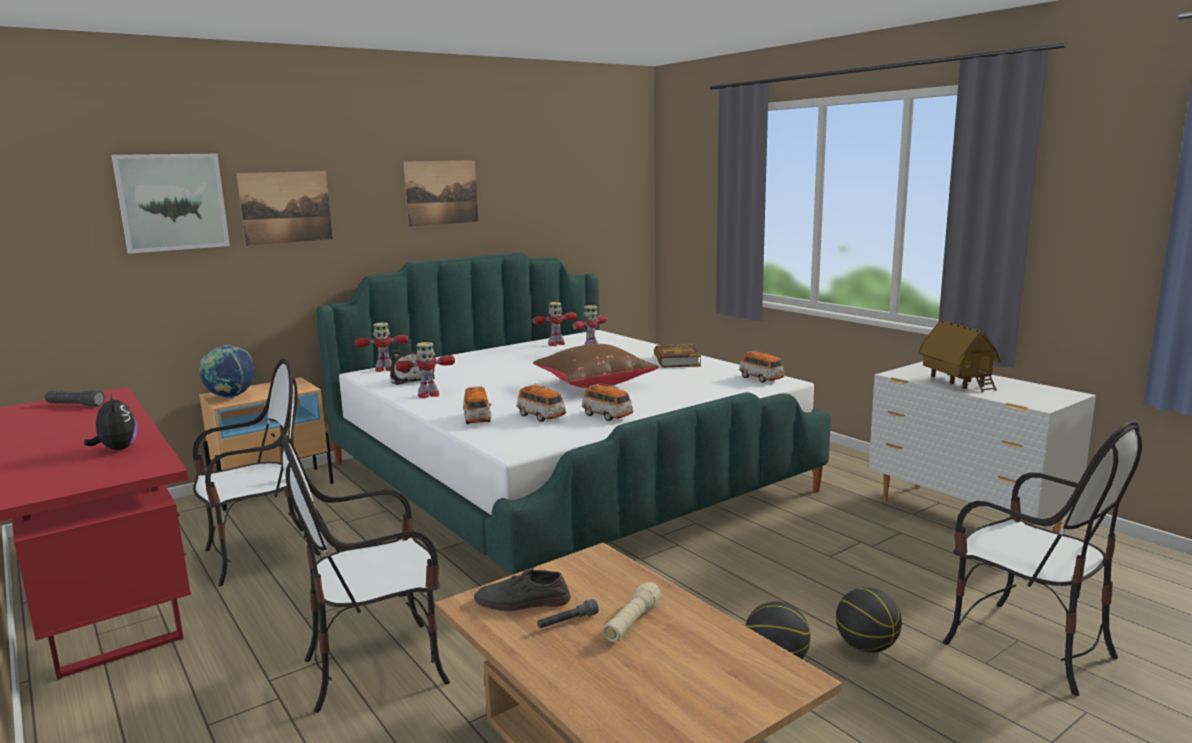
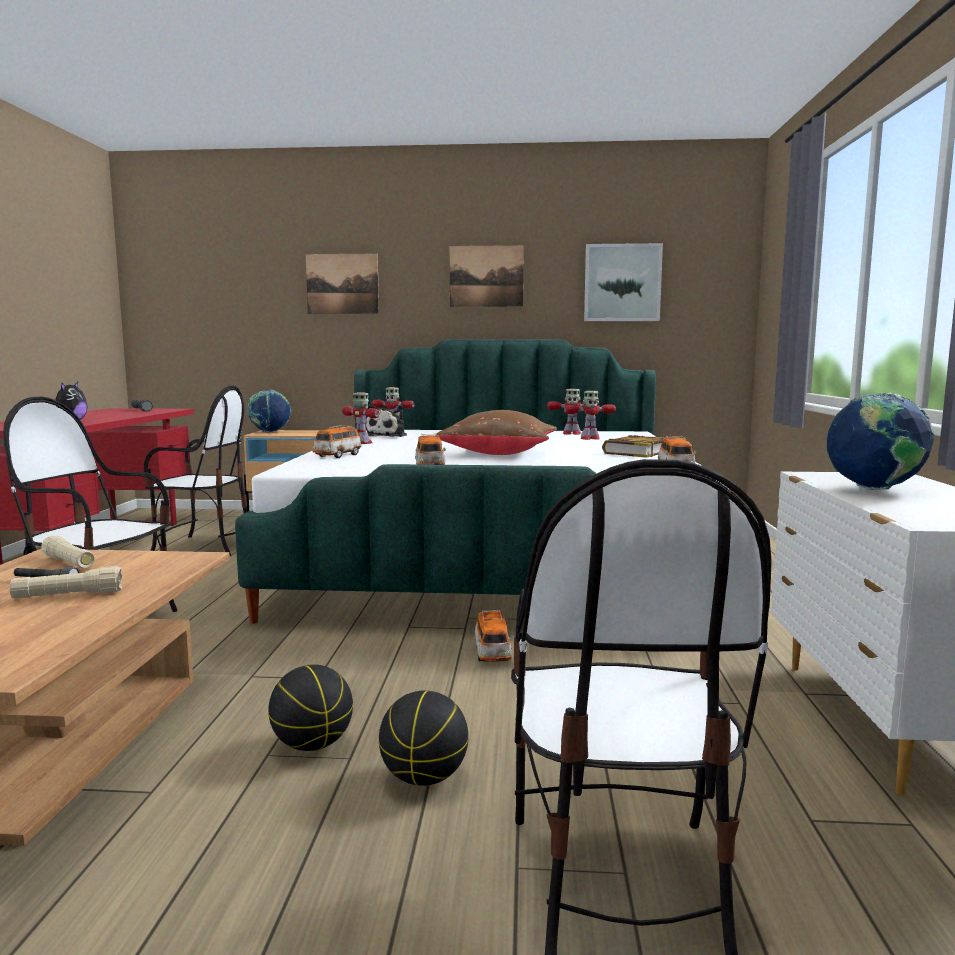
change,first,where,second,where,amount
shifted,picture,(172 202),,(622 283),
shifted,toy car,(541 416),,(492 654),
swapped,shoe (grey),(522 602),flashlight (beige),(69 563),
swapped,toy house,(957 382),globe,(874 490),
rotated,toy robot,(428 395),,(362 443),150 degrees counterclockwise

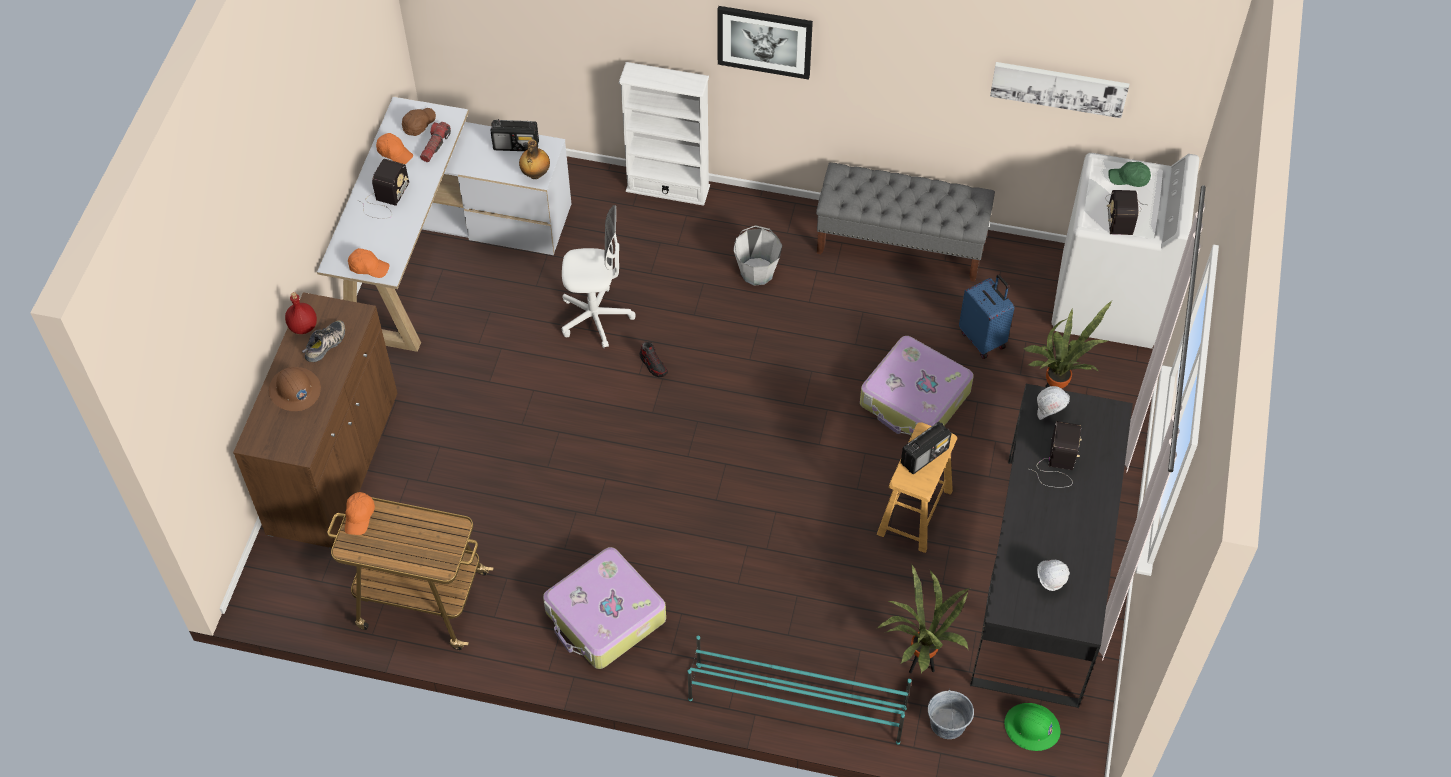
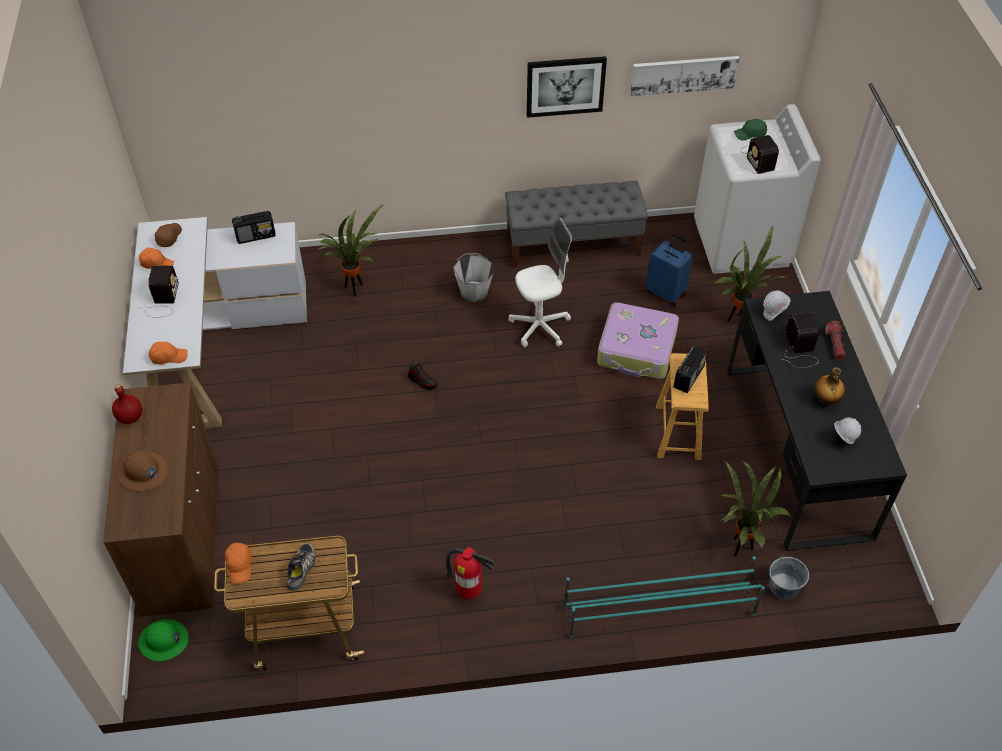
change,first,where,second,where,amount
gone,bookcase (white),(668 188),,,
new,,,potted plant,(355 289),
shifted,shoe,(326 345),,(302 569),
shifted,flashlight,(435 146),,(835 344),
shifted,bottle,(535 174),,(825 400),
shifted,office chair (white),(596 318),,(540 327),
shifted,picture,(764 41),,(565 86),
shifted,hard hat (green),(1032 728),,(163 641),
swapped,suitcase,(605 617),fire extinguisher,(469 591),

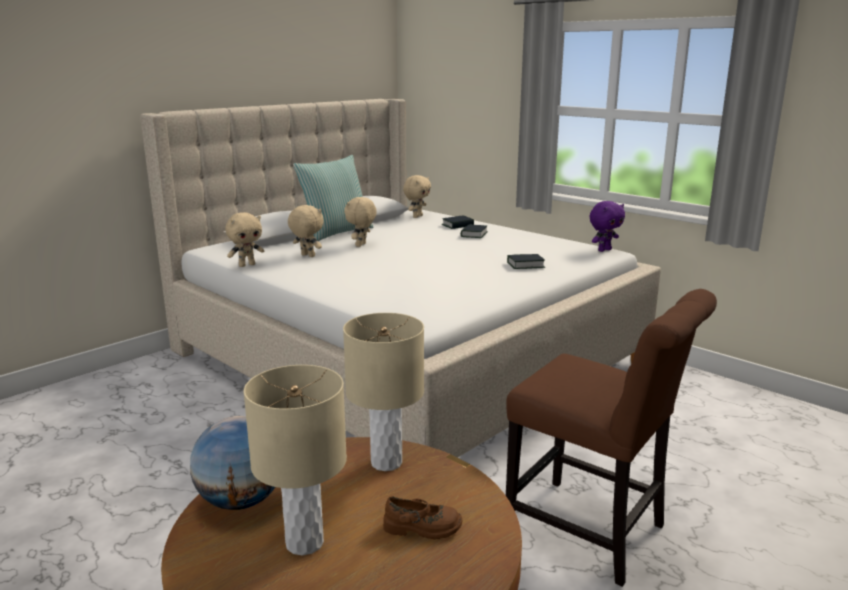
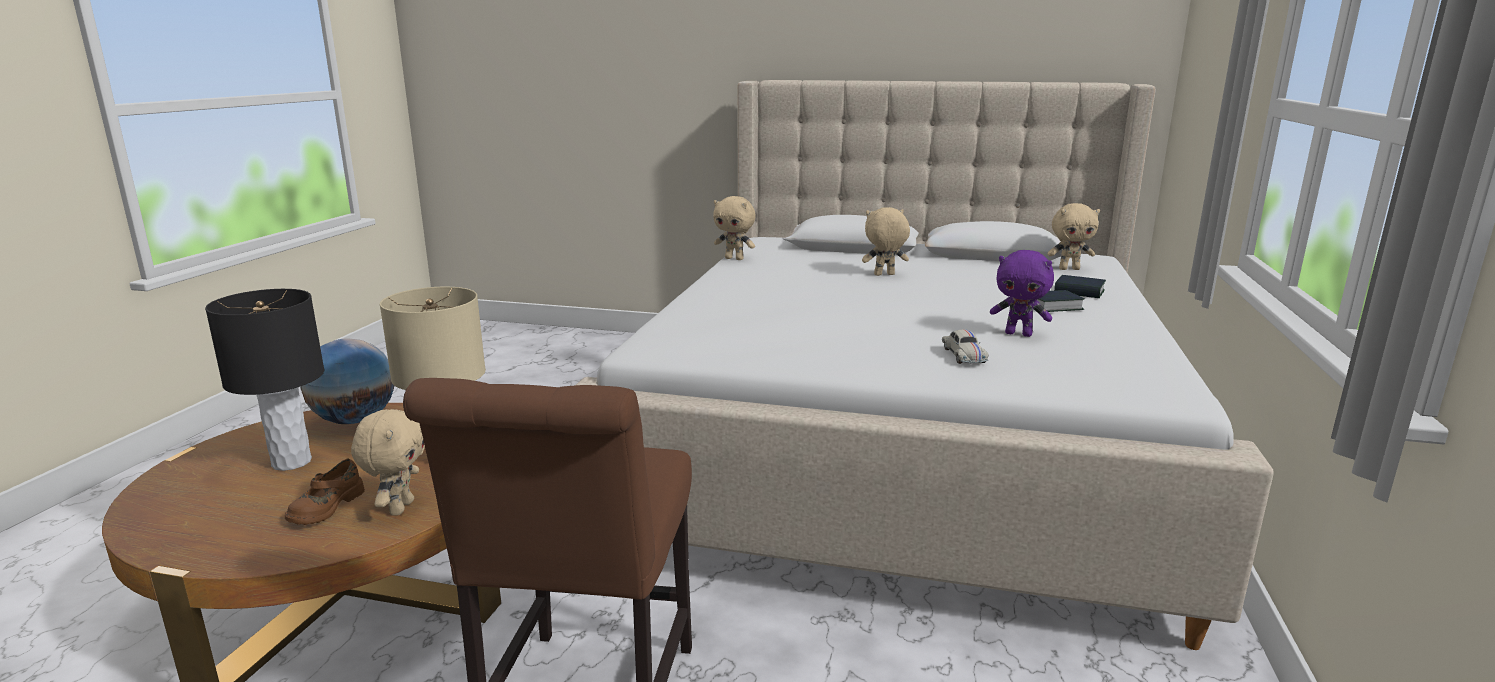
change,first,where,second,where,amount
gone,pillow,(336 233),,,
shifted,plush toy (beige),(307 256),,(400 507),
shifted,plush toy (purple),(604 250),,(1019 334),
swapped,book,(525 265),toy car (white),(964 356),
repainted,table lamp (beige),(304 542),table lamp (black),(292 462),
rotated,shoe (brown),(422 528),,(326 507),45 degrees clockwise

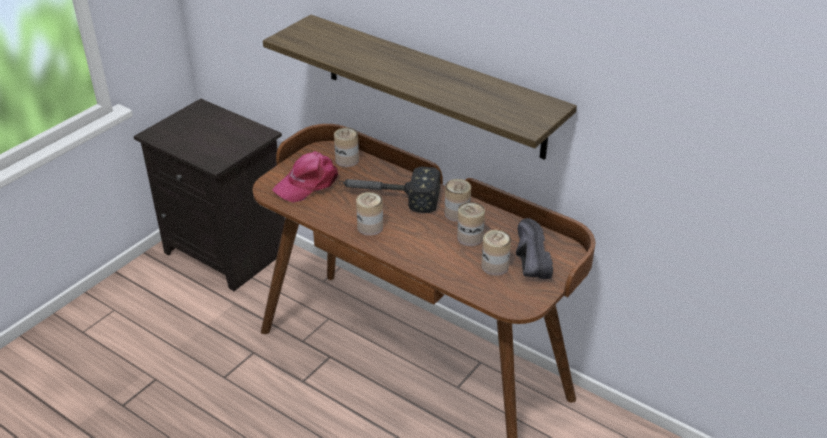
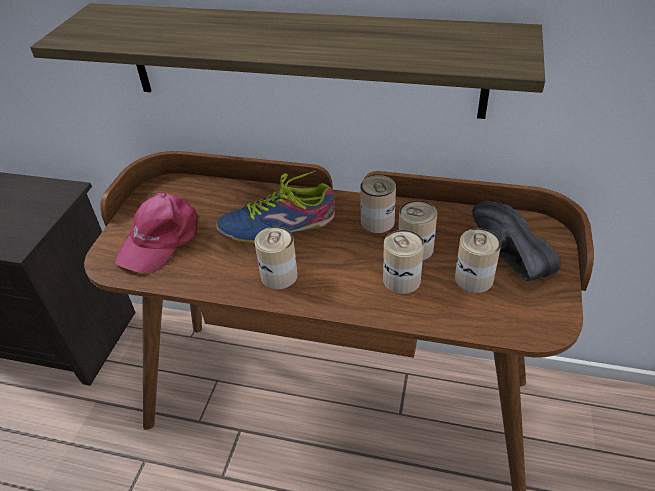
change,first,where,second,where,amount
shifted,can,(347 160),,(401 280),
swapped,hammer,(388 197),shoe,(278 226),

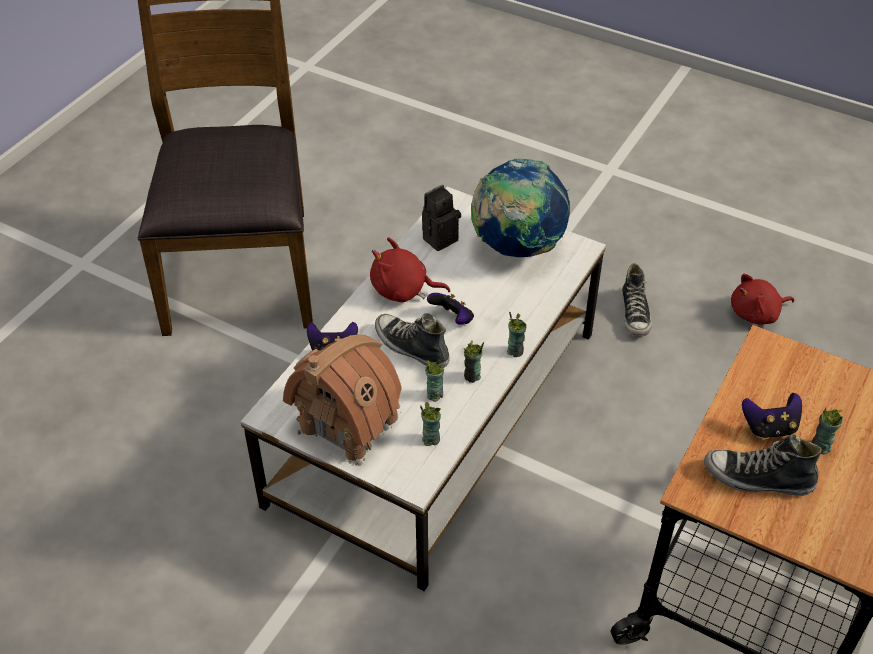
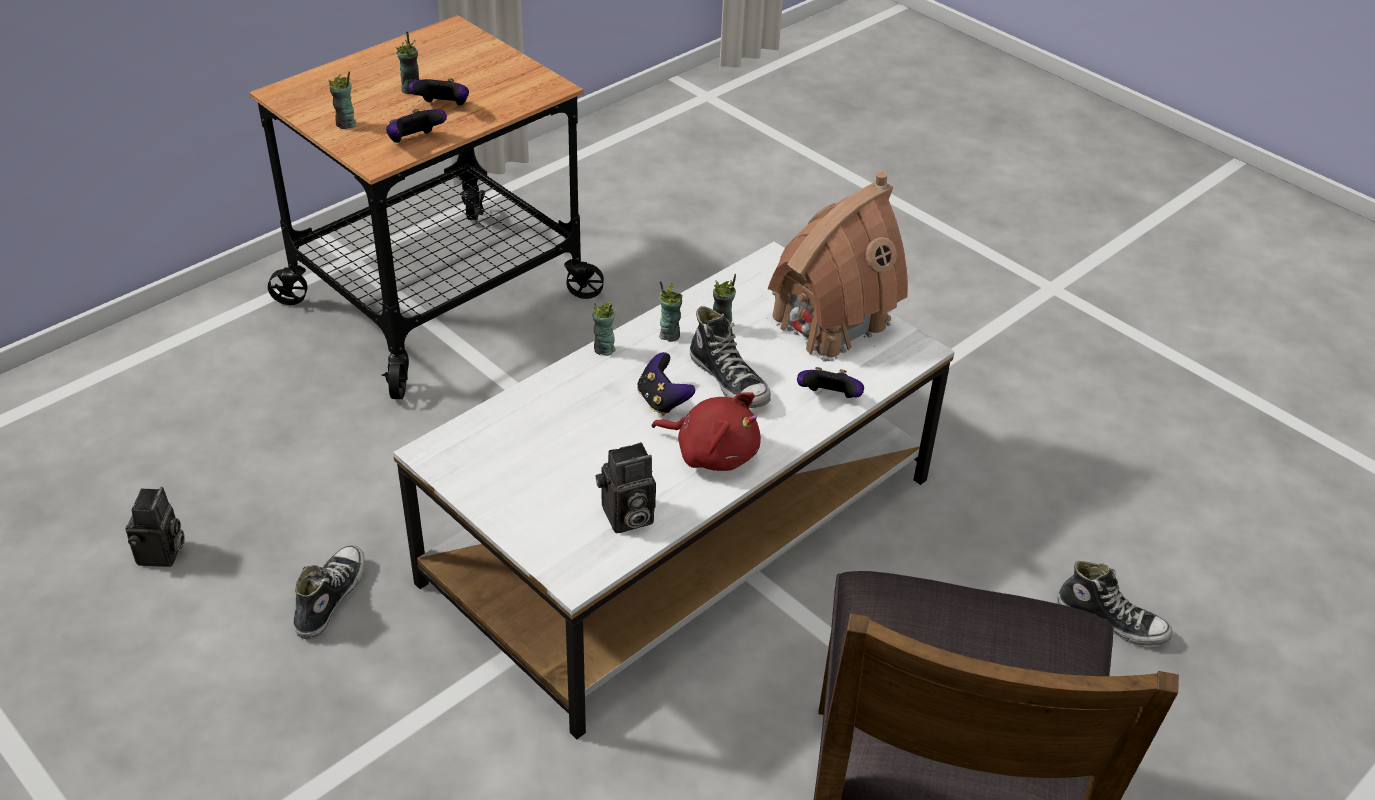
change,first,where,second,where,amount
gone,globe,(517 247),,,
new,,,game controller,(415 142),
shifted,cup,(431 439),,(345 124),
shifted,shoe,(758 479),,(1111 621),
swapped,plush toy (red),(756 314),photo camera,(162 555),

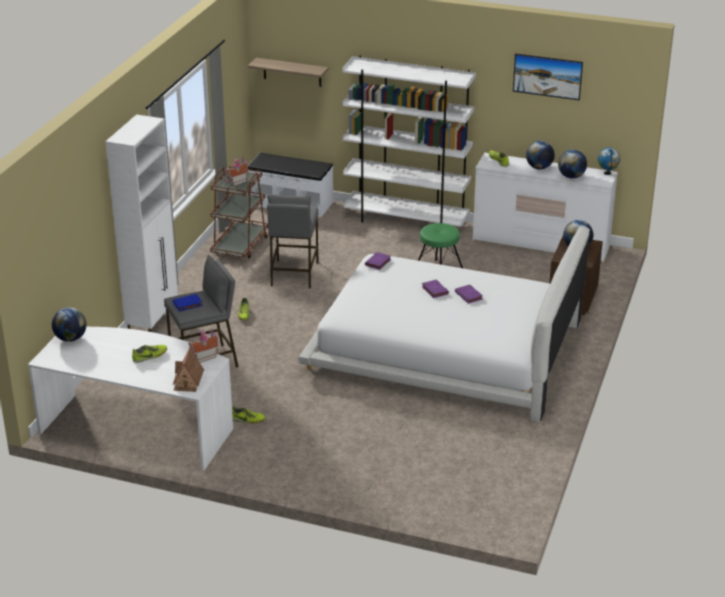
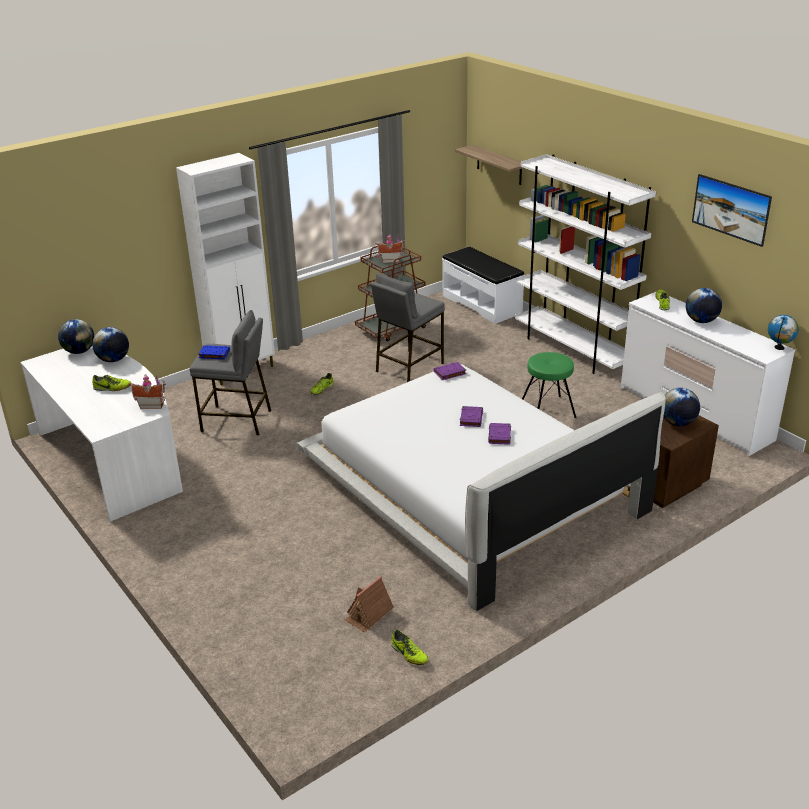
change,first,where,second,where,amount
shifted,toy house,(188 381),,(368 614),
shifted,shoe,(248 420),,(409 654),
shifted,globe,(571 176),,(113 360),

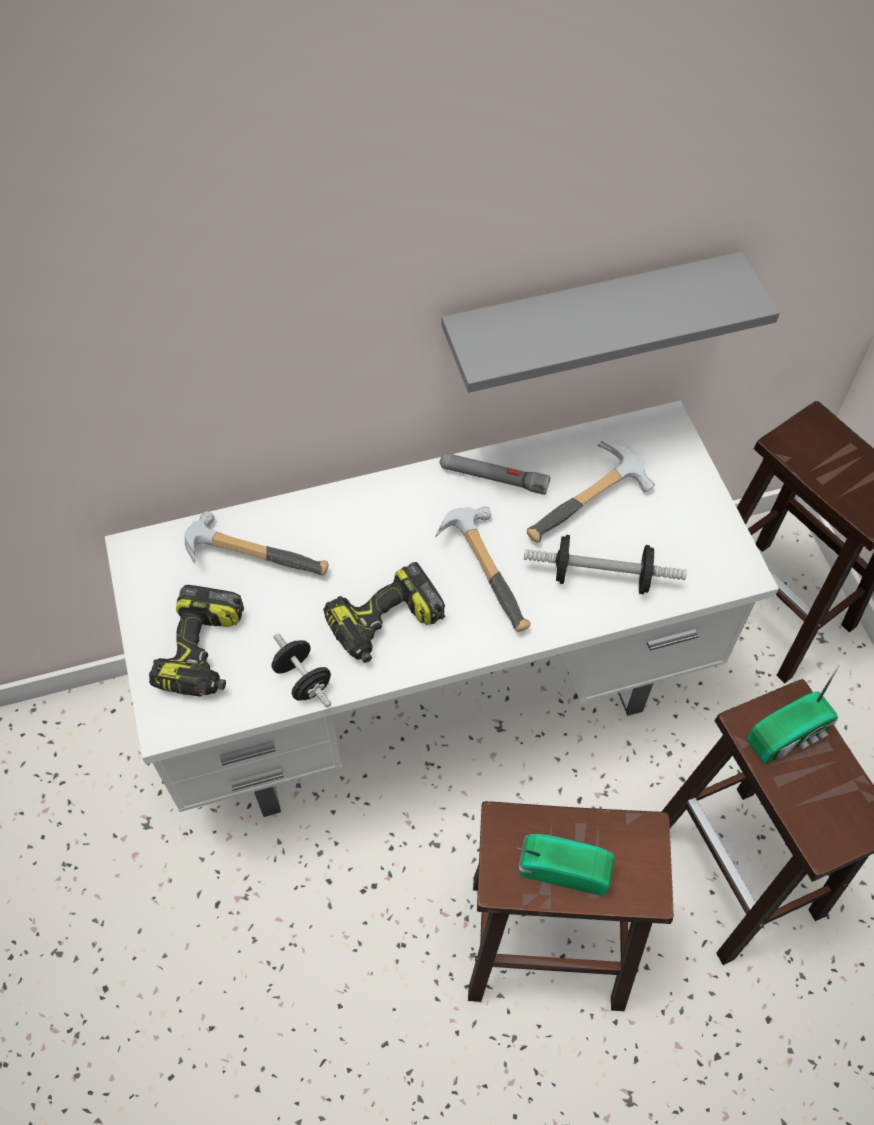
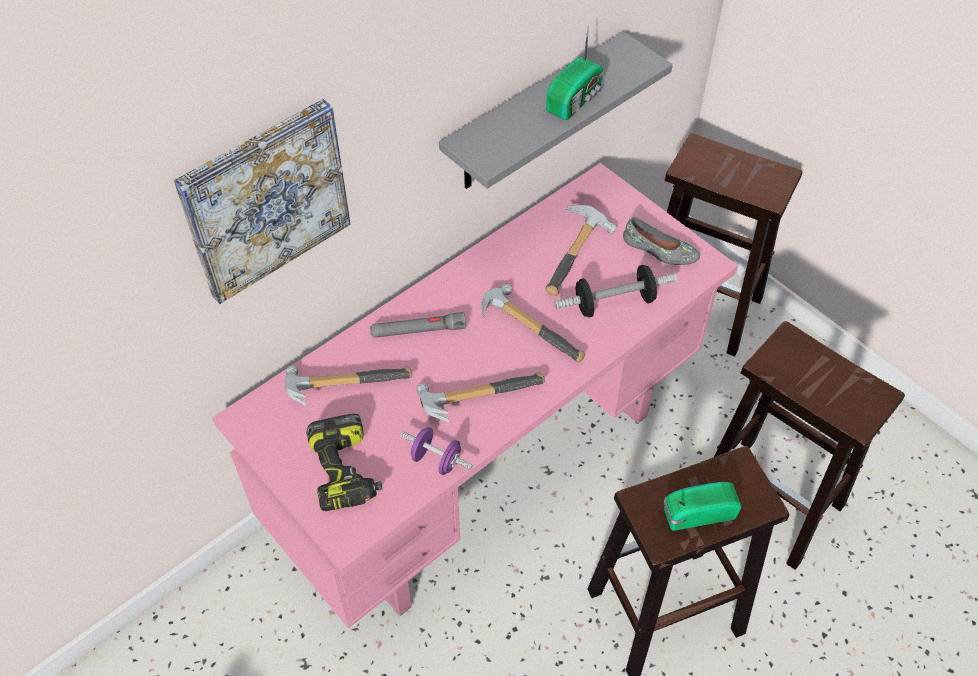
change,first,where,second,where,amount
new,,,picture,(265 200),
new,,,shoe (grey),(659 250),
shifted,flashlight (grey),(493 478),,(418 330),
shifted,radio,(790 735),,(576 99),
swapped,power drill,(385 624),hammer,(475 395),
repainted,desk (white),(437 694),desk (pink),(488 466),
repainted,dumbbell (black),(303 680),dumbbell (purple),(436 460),

